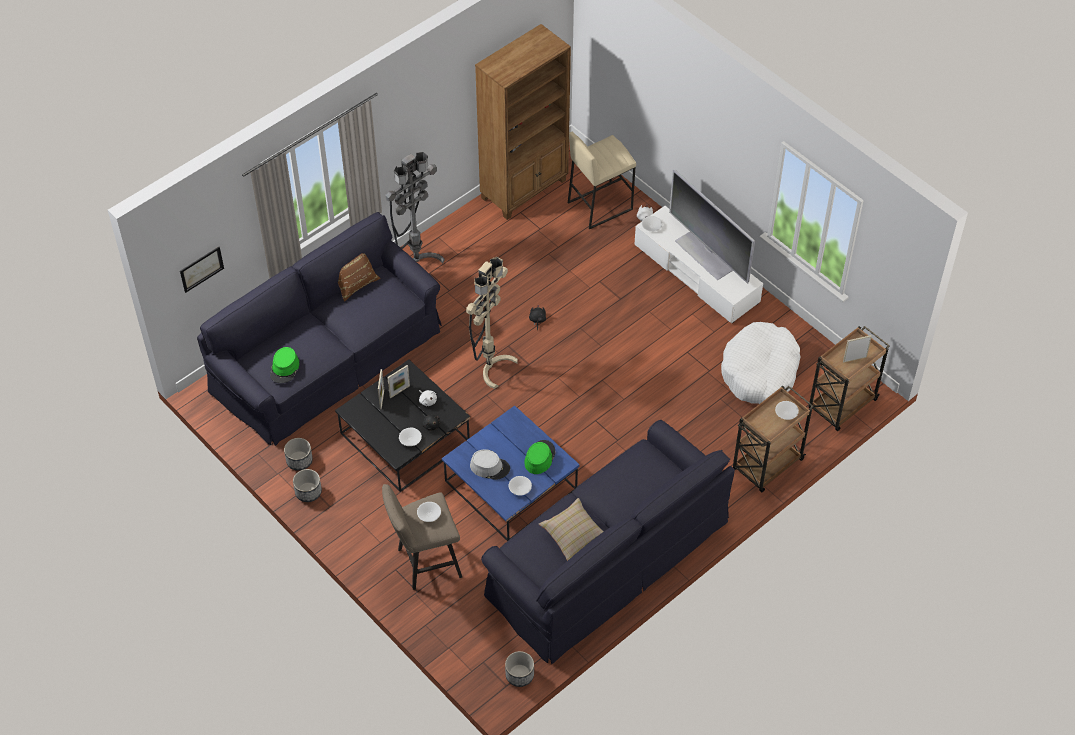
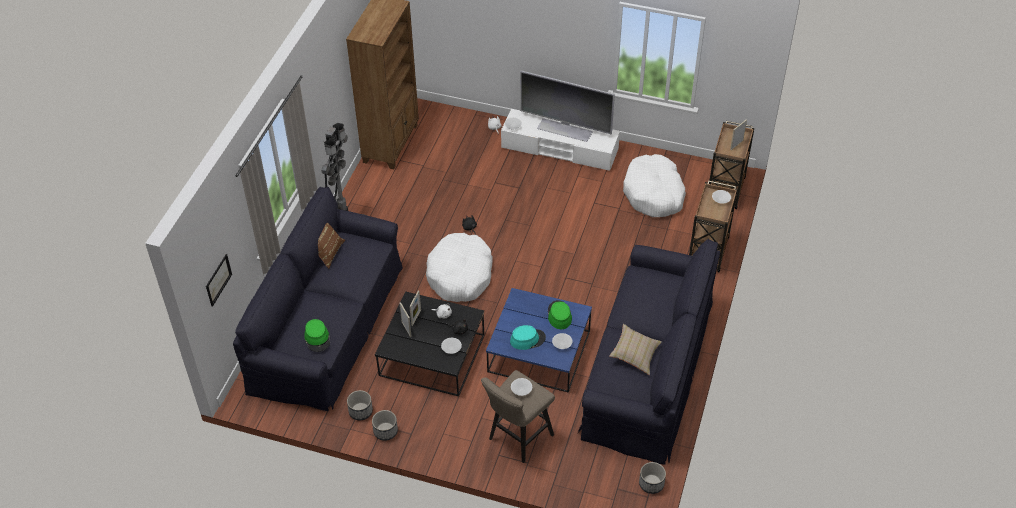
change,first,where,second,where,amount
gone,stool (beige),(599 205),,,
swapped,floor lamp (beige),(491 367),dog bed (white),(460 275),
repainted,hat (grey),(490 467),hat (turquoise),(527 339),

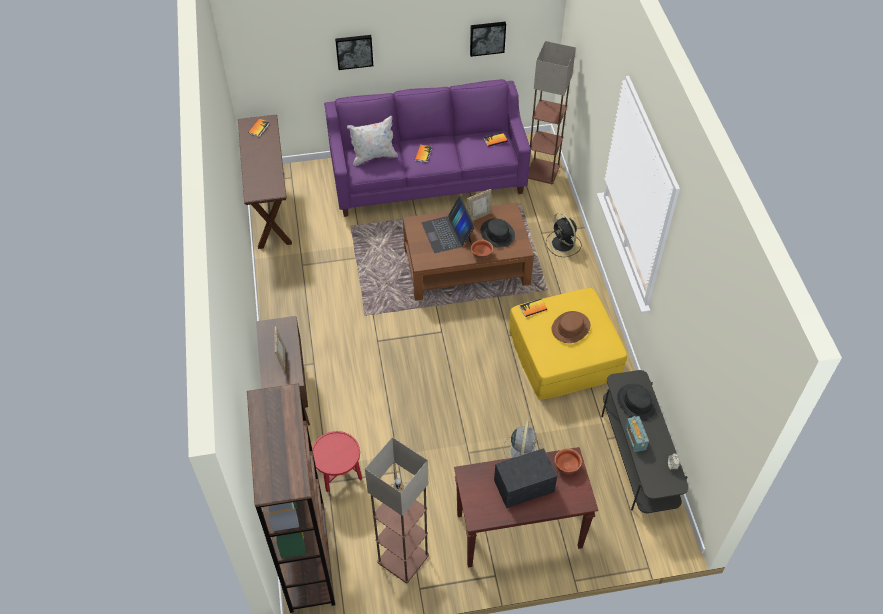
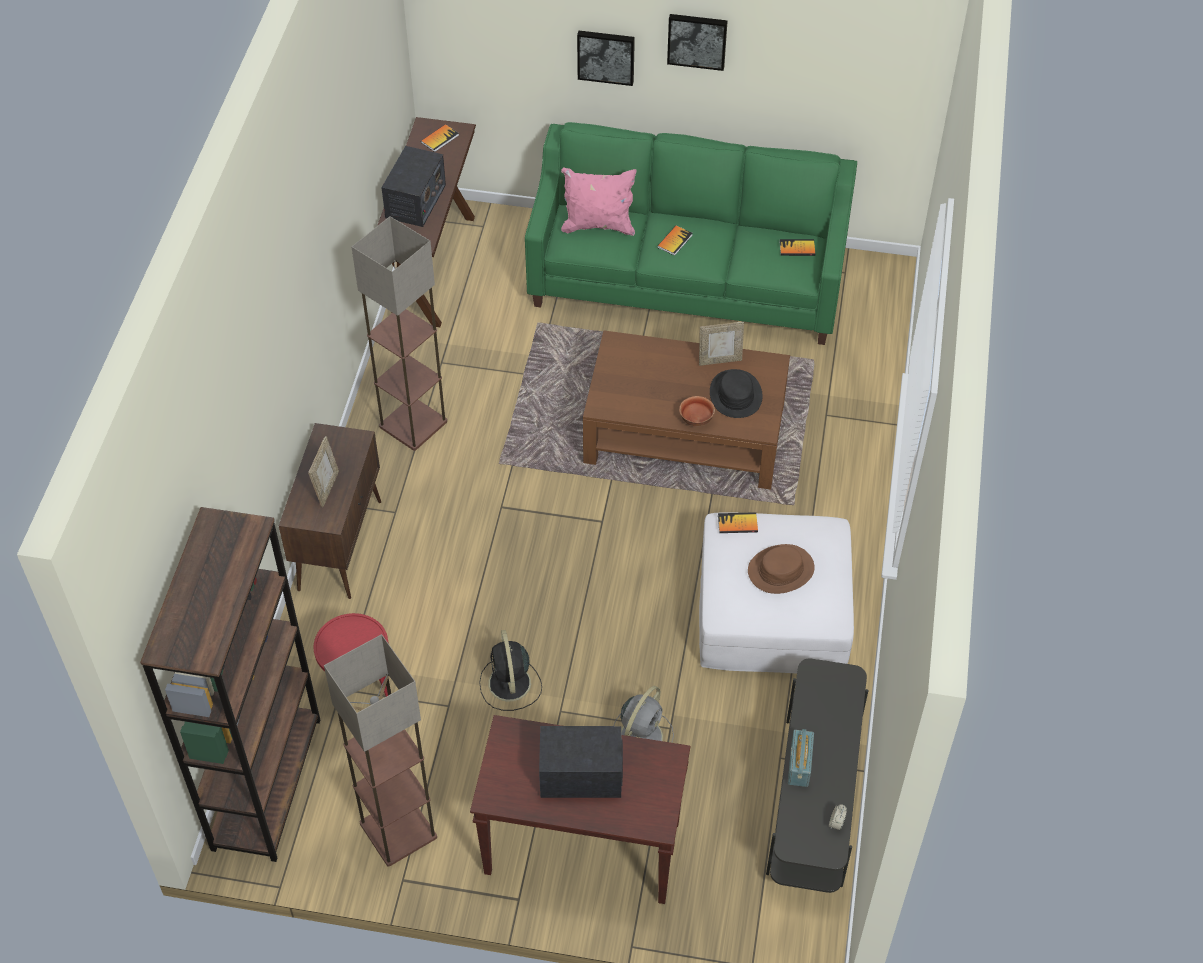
change,first,where,second,where,amount
gone,laptop,(447 233),,,
gone,bowl,(566 466),,,
gone,hat (black),(637 403),,,
new,,,radio,(415 201),
shifted,picture,(487 37),,(697 40),
shifted,floor lamp,(543 172),,(413 425),
shifted,fan (black),(563 244),,(510 685),
repainted,sofa (purple),(428 177),sofa (green),(688 280),
repainted,pillow (white),(373 156),pillow (pink),(598 226),
repainted,ottoman (yellow),(564 354),ottoman (white),(773 611),

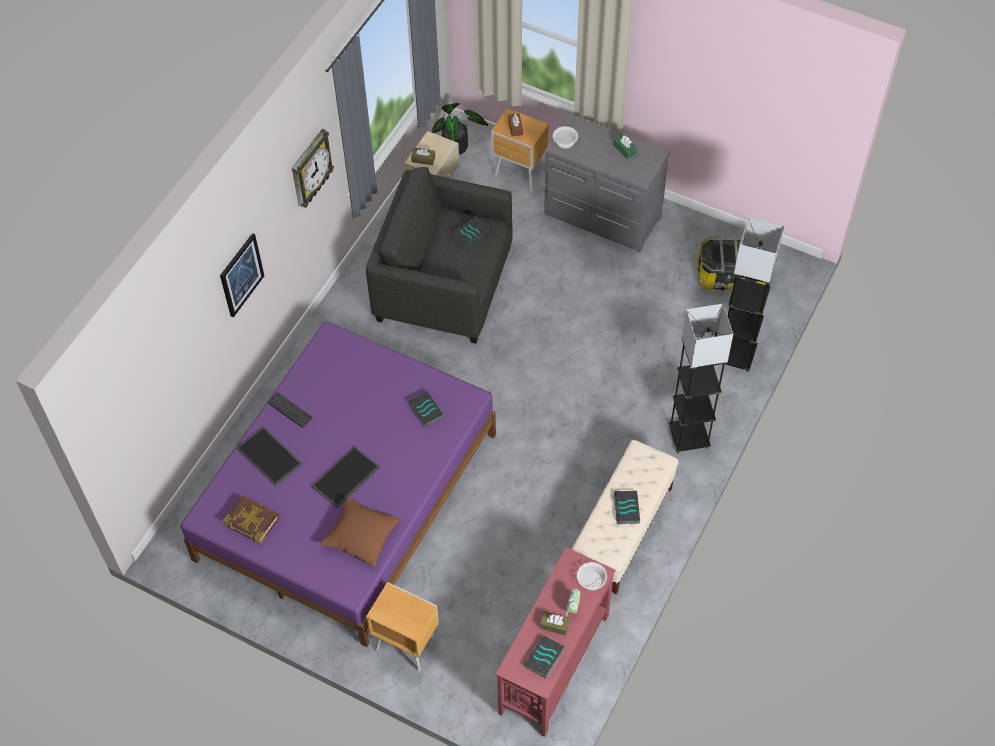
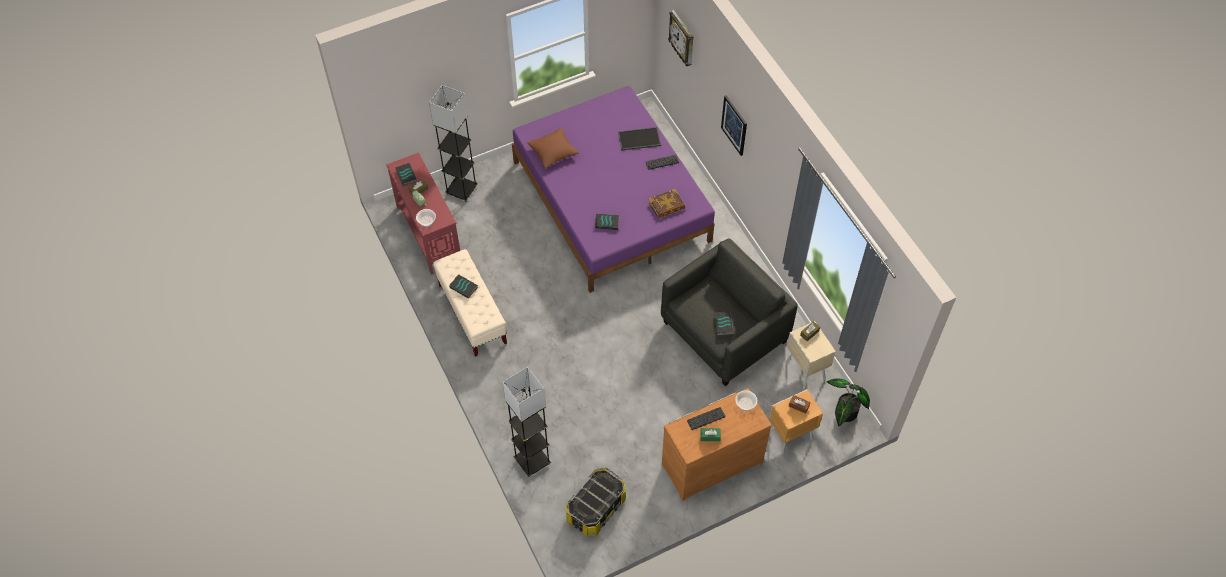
change,first,where,second,where,amount
gone,tray,(346 478),,,
gone,nightstand (brown),(405 644),,,
new,,,keyboard,(706 418),
shifted,book,(252 521),,(666 206),
shifted,wall clock,(310 169),,(682 39),
shifted,floor lamp (black),(688 437),,(461 190),
repainted,dresser (grey),(602 217),dresser (brown),(710 462),

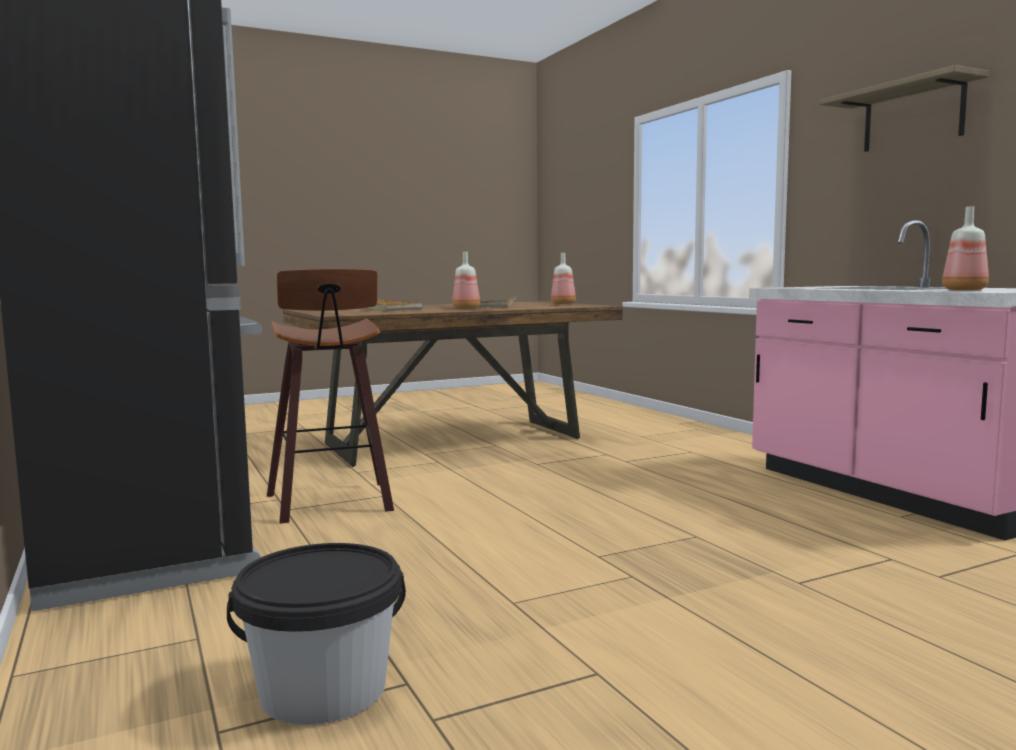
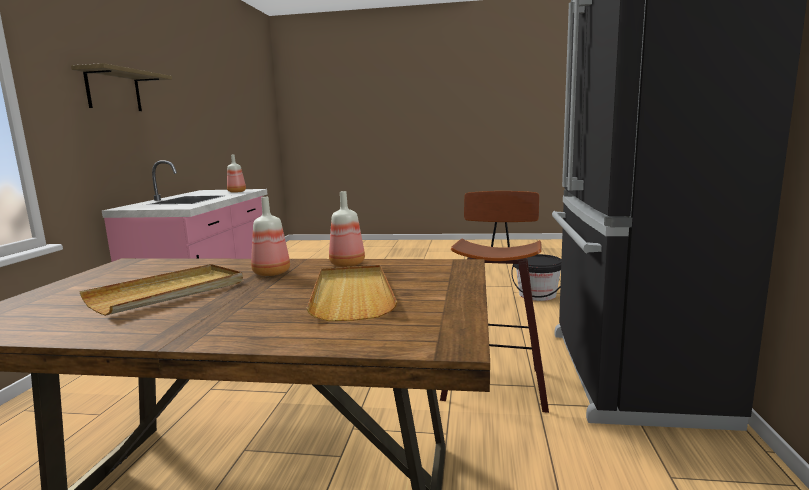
change,first,where,second,where,amount
shifted,bottle,(564 304),,(346 264),

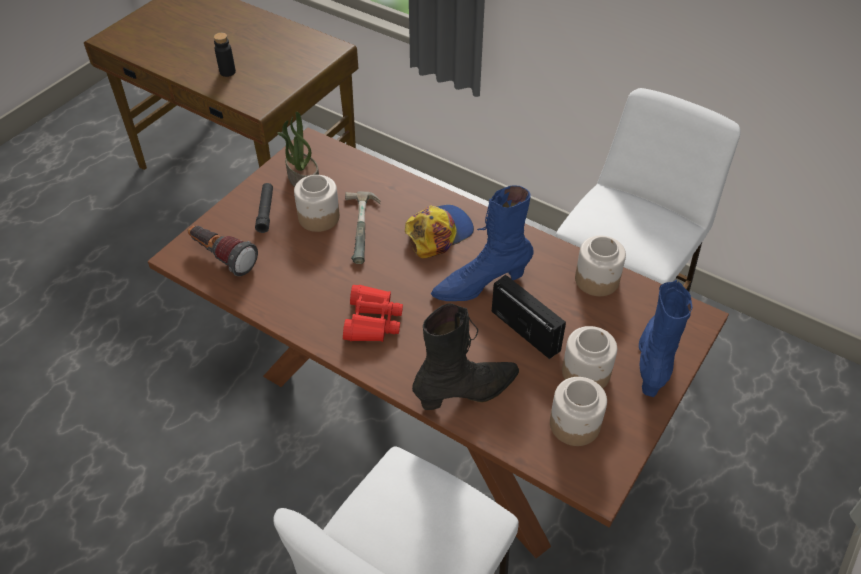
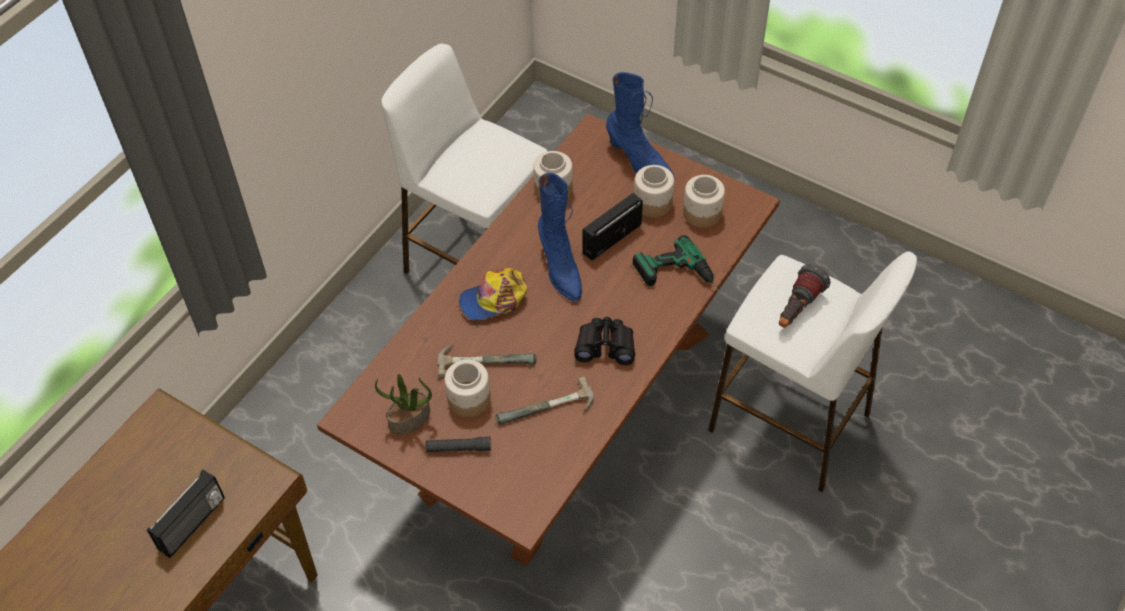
change,first,where,second,where,amount
new,,,hammer,(547 411),
shifted,flashlight,(222 258),,(797 309),
swapped,bottle (black),(227 72),radio,(193 524),
swapped,boot (black),(467 392),power drill,(678 278),
repainted,binoculars (red),(372 321),binoculars (black),(605 346),
rotated,cap,(438 233),,(494 299),75 degrees counterclockwise
rotated,boot (blue),(653 361),,(639 162),150 degrees counterclockwise

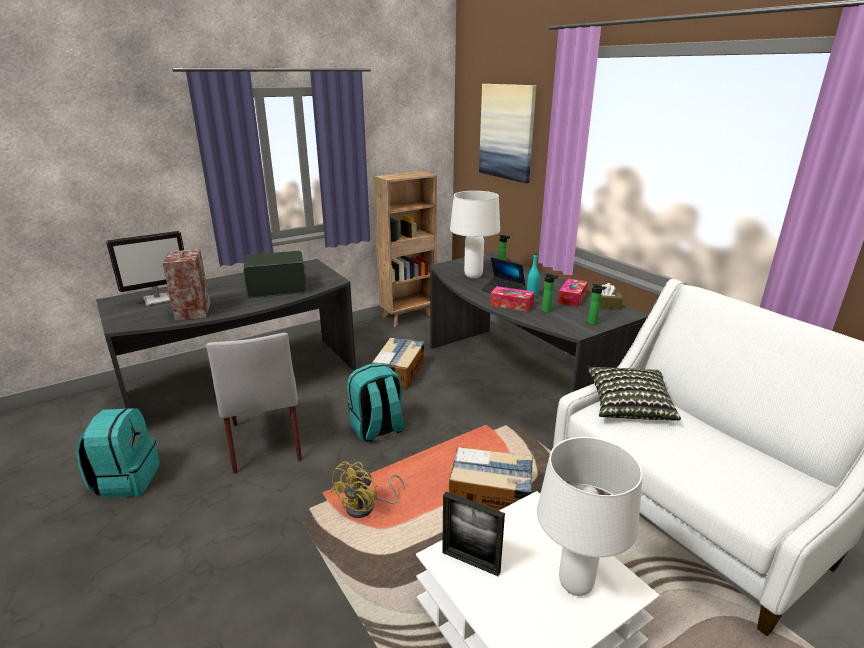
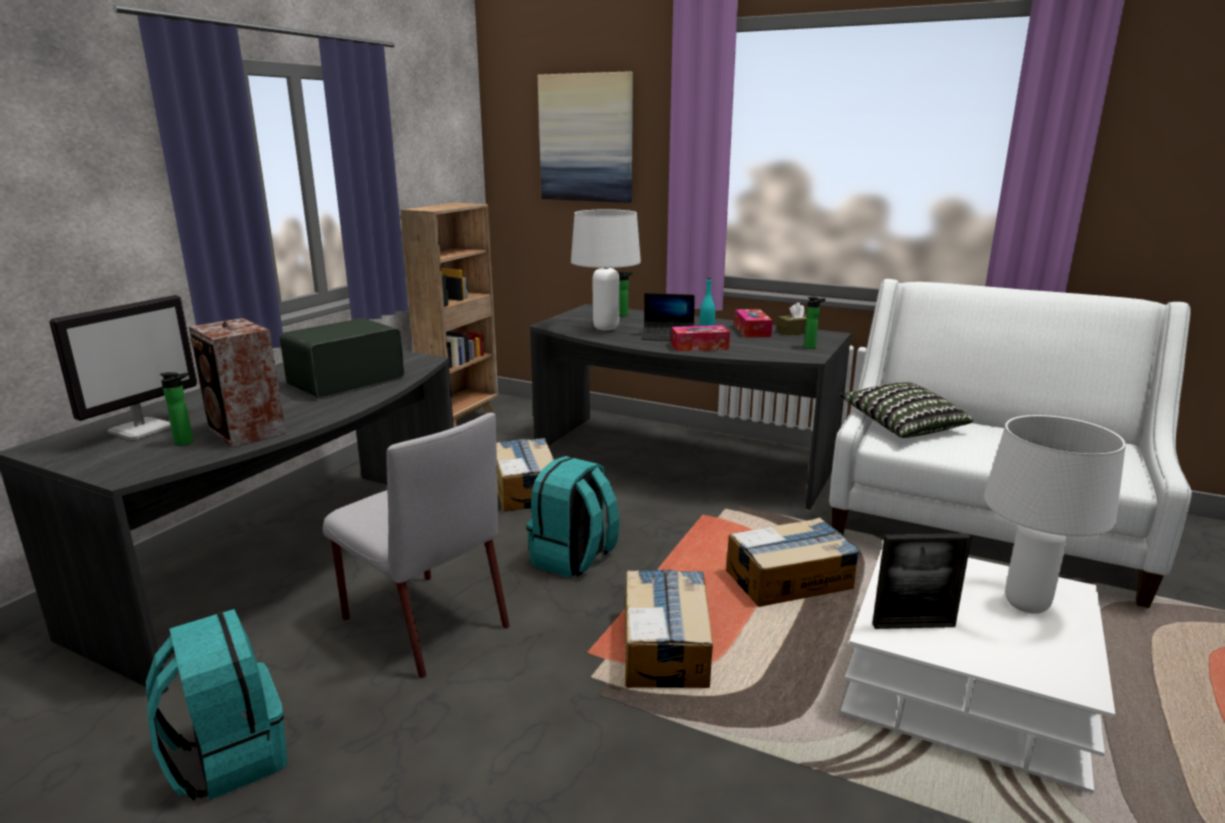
change,first,where,second,where,amount
shifted,bottle,(547 311),,(187 442),
swapped,fan (yellow),(366 507),cardboard box,(665 647),

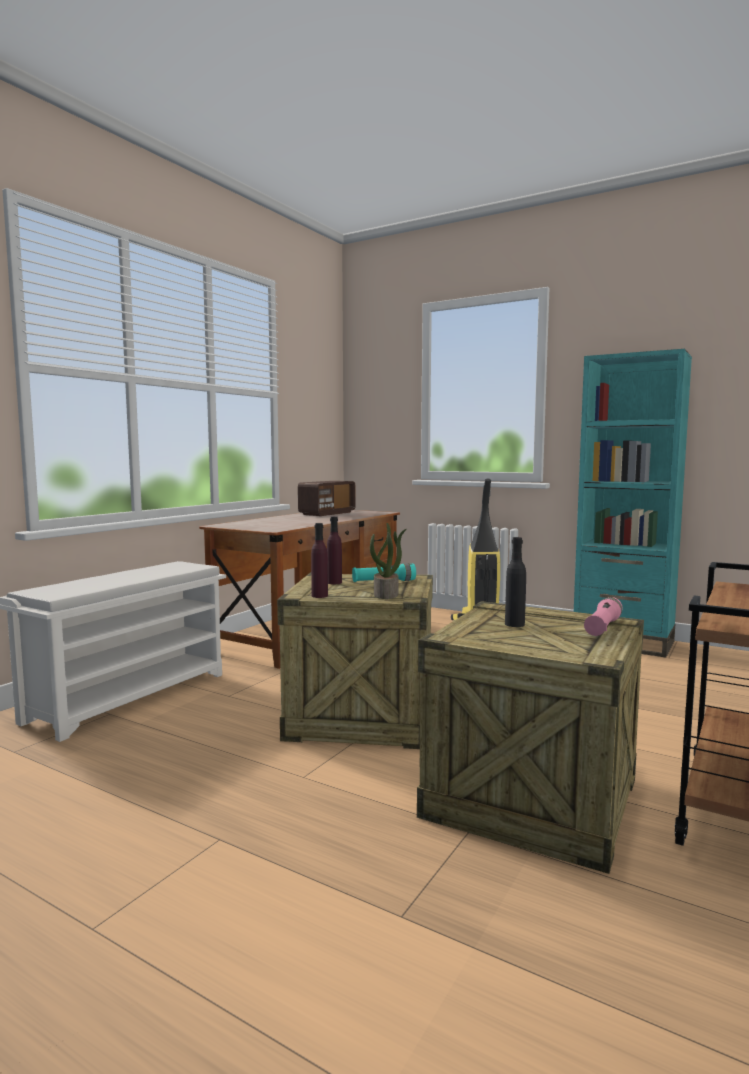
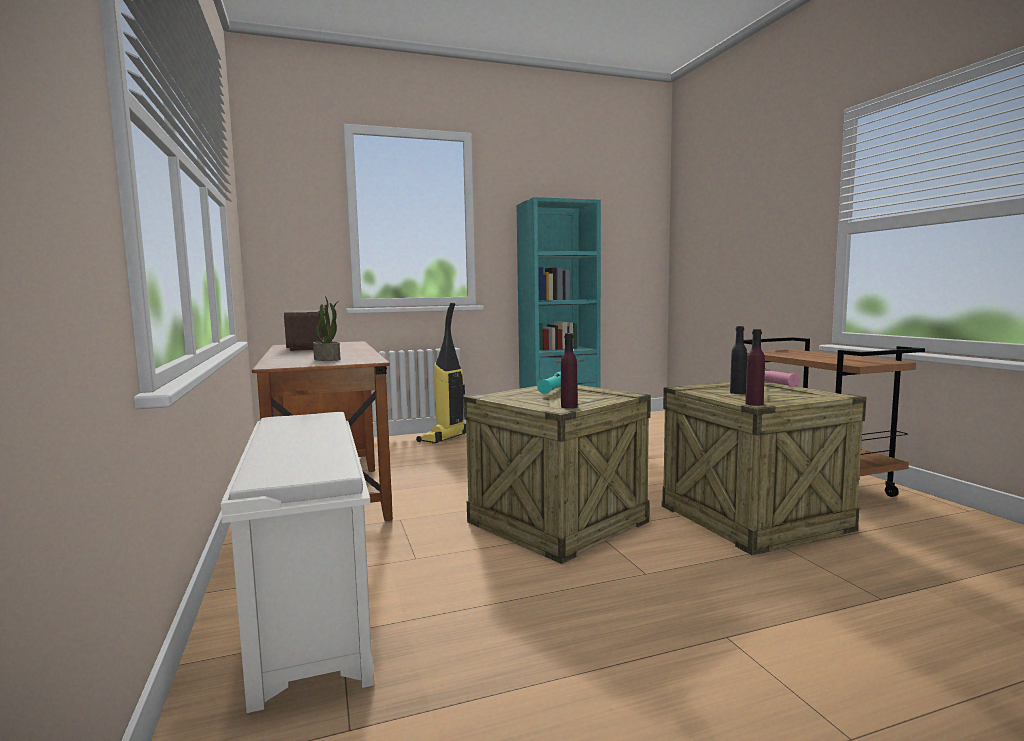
change,first,where,second,where,amount
shifted,bottle (purple),(334 582),,(754 404),
shifted,potted plant,(386 594),,(328 359),

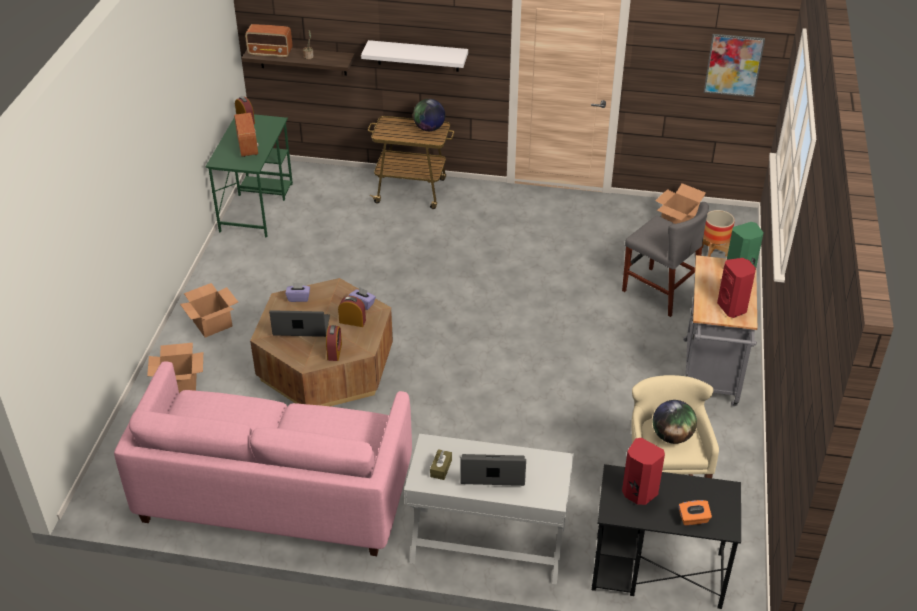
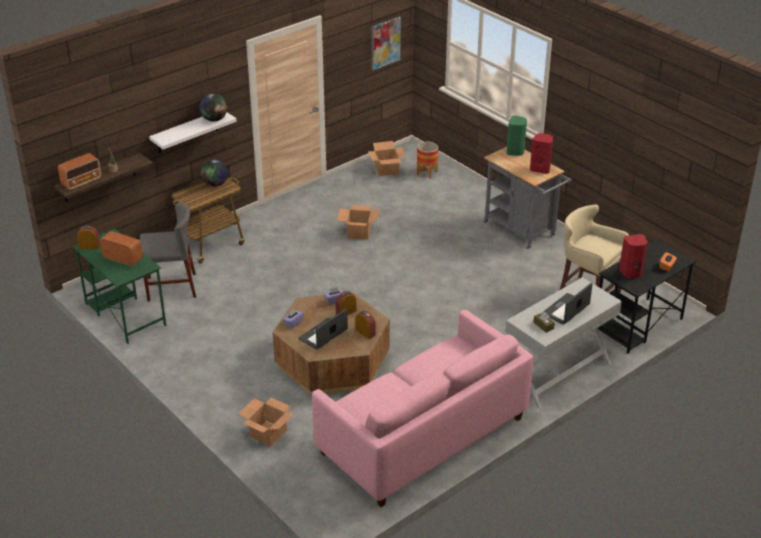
change,first,where,second,where,amount
shifted,cardboard box,(212 324),,(359 232),
shifted,chair (grey),(660 291),,(171 287),
shifted,globe,(672 436),,(214 119),

